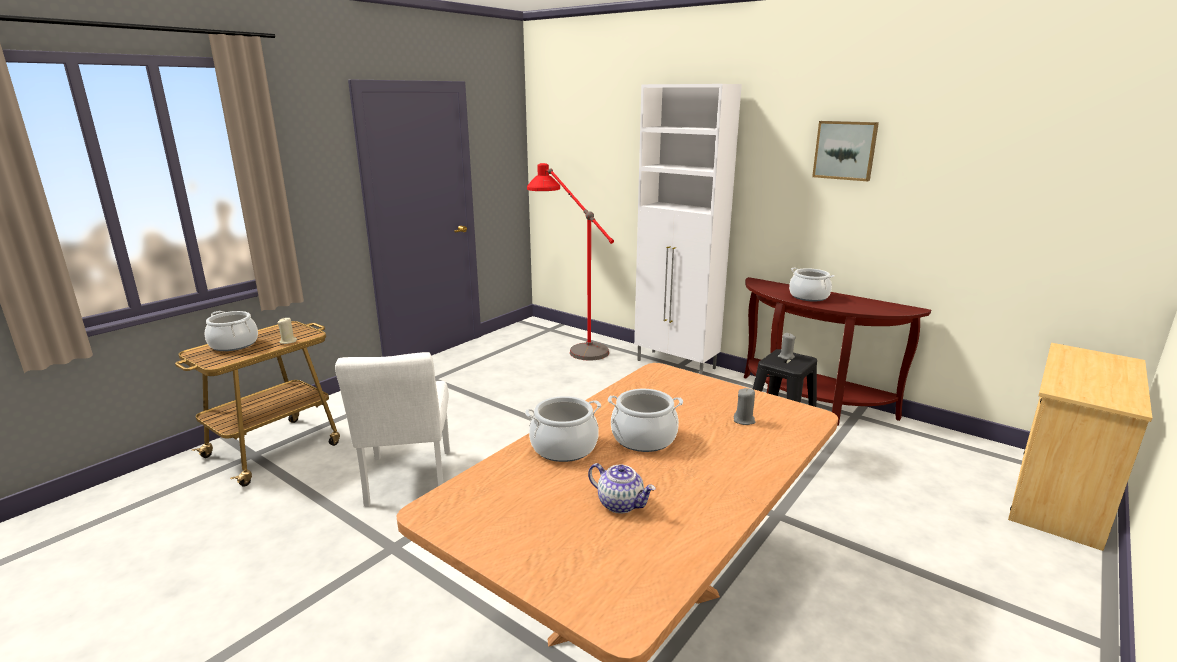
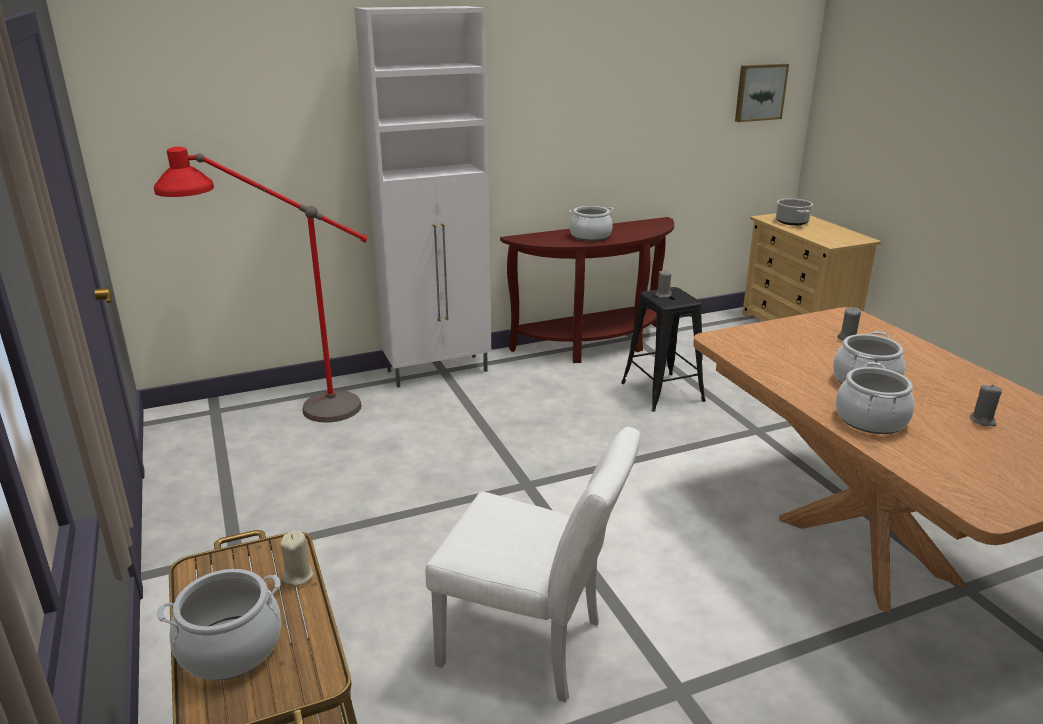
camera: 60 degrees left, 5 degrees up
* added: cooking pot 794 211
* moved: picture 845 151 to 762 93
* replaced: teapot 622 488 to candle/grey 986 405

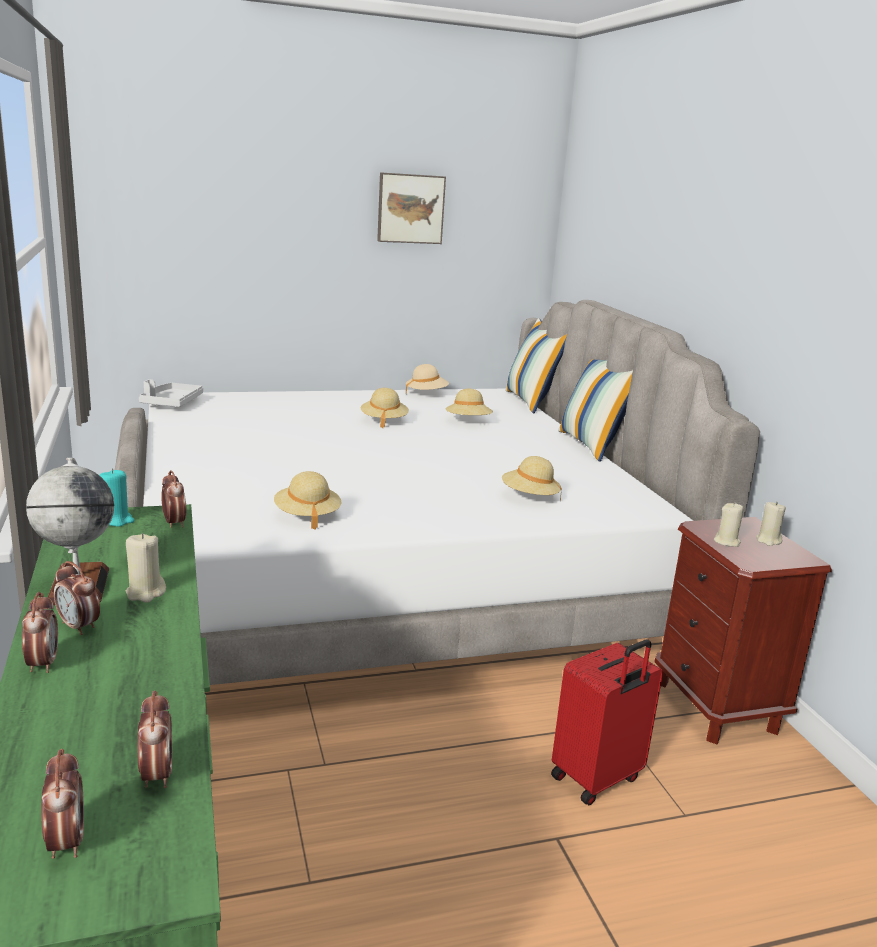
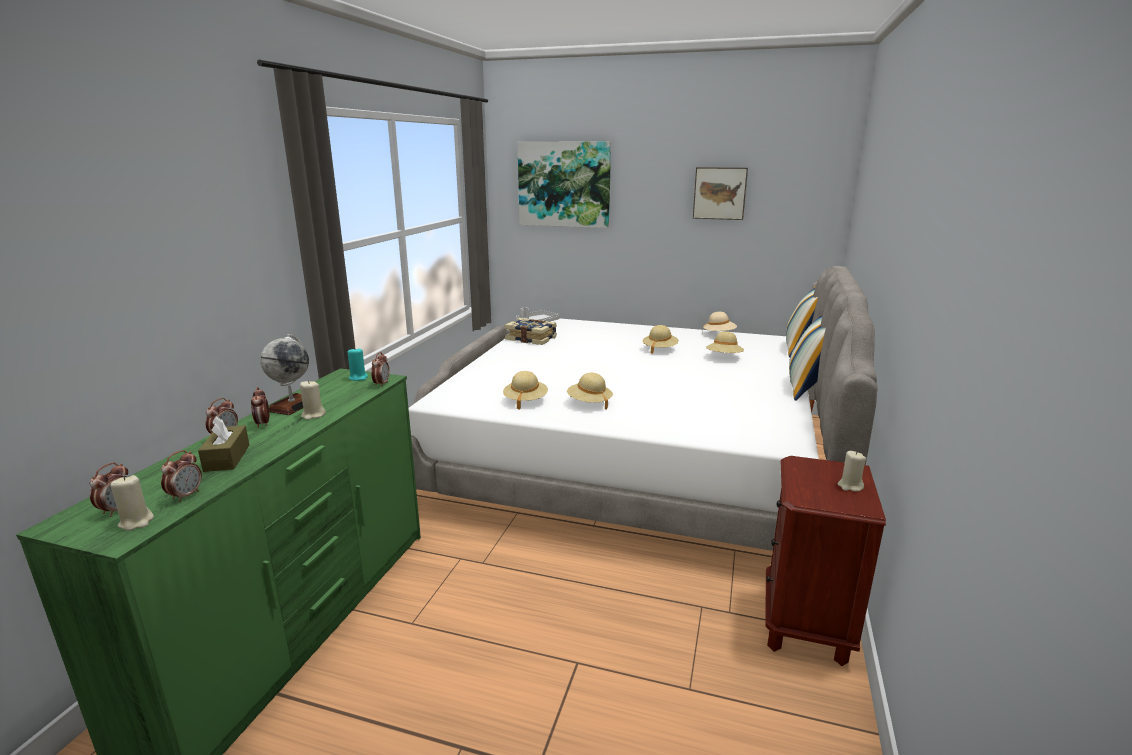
camera: 35 degrees right, 0 degrees up
* removed: suitcase/red 607 722
* added: tissue box/brown 223 444
* added: book 531 331
* added: picture 564 184
* moved: hat/beige 532 478 to 590 391
* moved: candle/beige 729 524 to 132 503

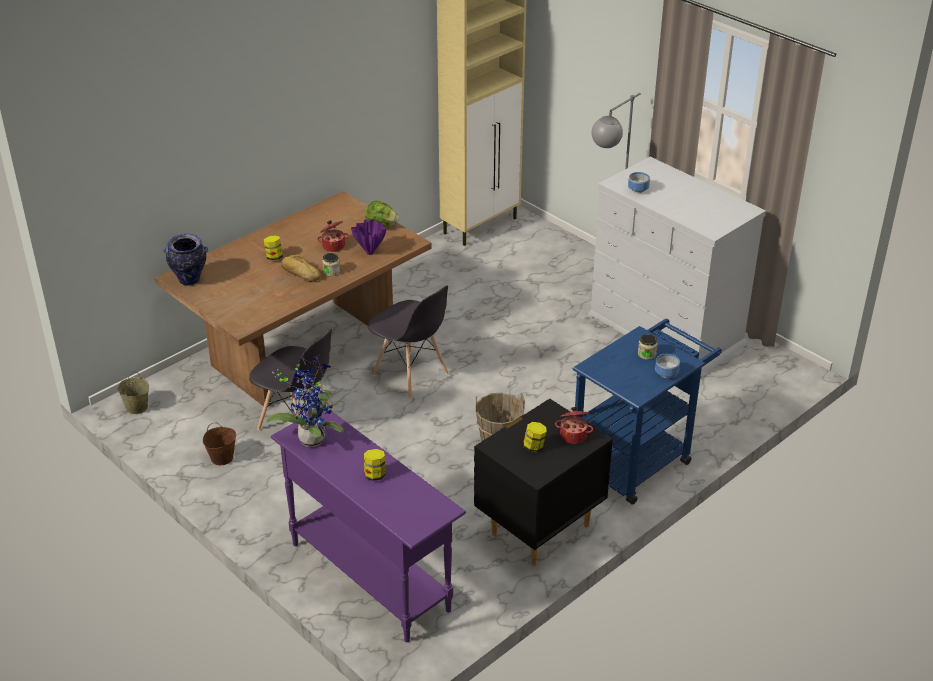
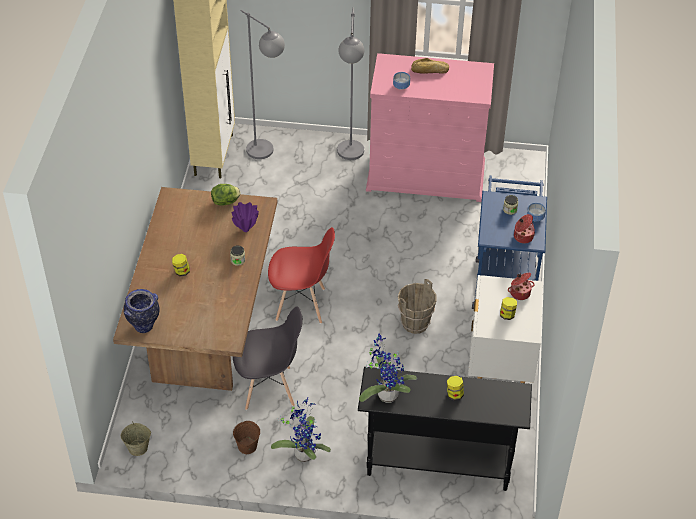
camera: 40 degrees left, 10 degrees up
* added: floor lamp/grey 262 84
* added: potted plant 301 430
* moved: bread 301 268 to 430 66
* moved: cooking pot 333 236 to 524 228
* recoloured: console table/purple 368 526 to console table/black 445 429
* recoloured: chair/grey 408 342 to chair/red 301 275
* recoloured: nightstand/black 543 482 to nightstand/white 505 329
* recoloured: dresser/white 677 268 to dresser/pink 430 127

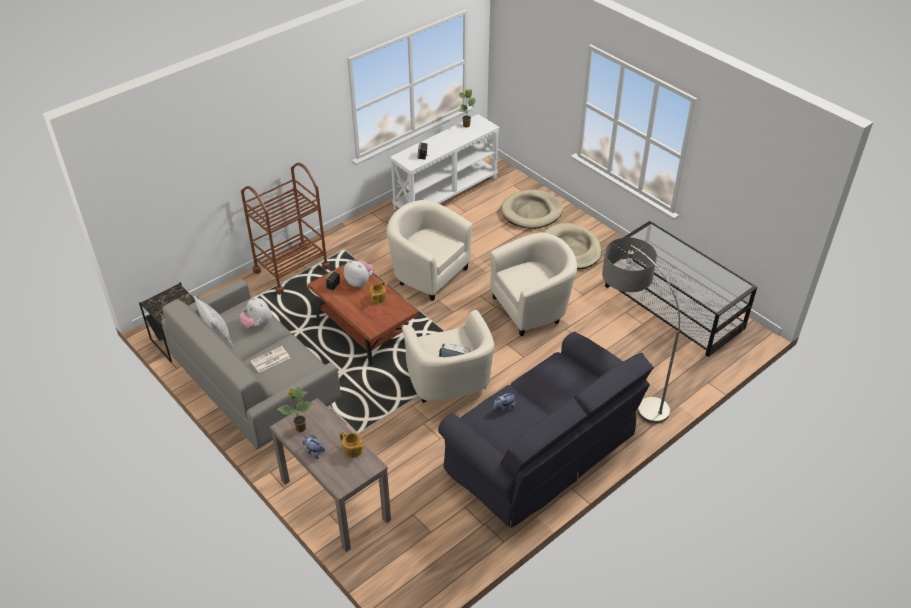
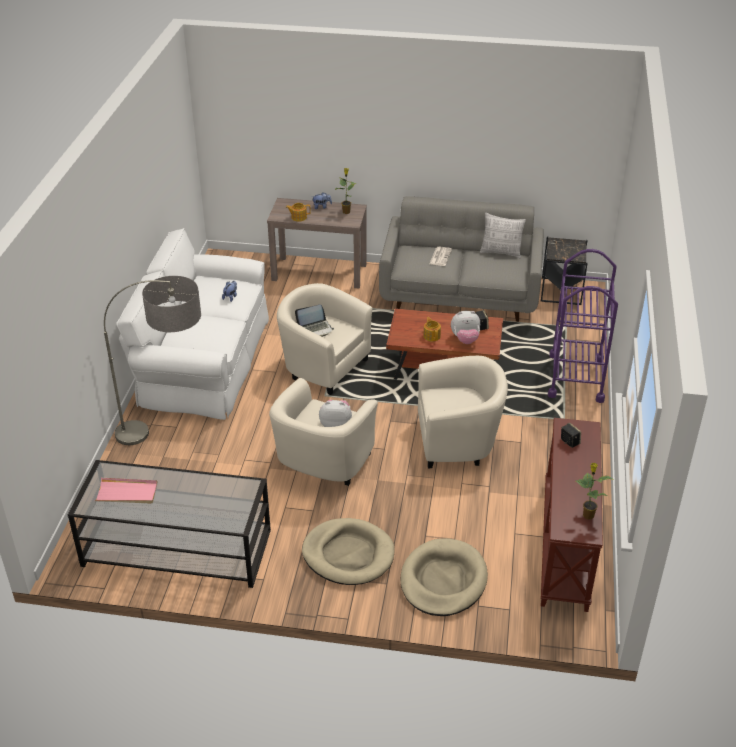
camera: 140 degrees right, 5 degrees down
* added: tray/pink 126 491
* moved: plush toy 255 313 to 335 413
* recoloured: cart/brown 285 229 to cart/purple 583 326
* recoloured: console table/white 445 162 to console table/brown 572 515
* recoloured: sofa/black 546 430 to sofa/white 192 324

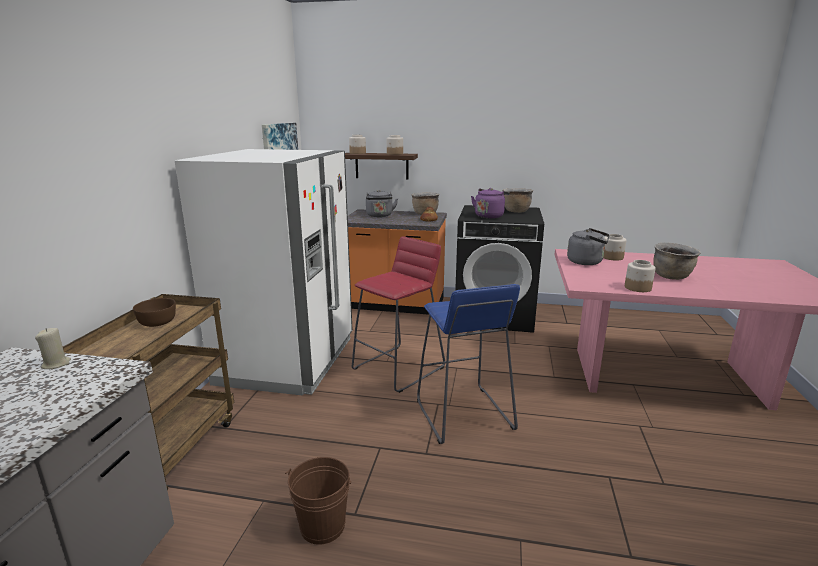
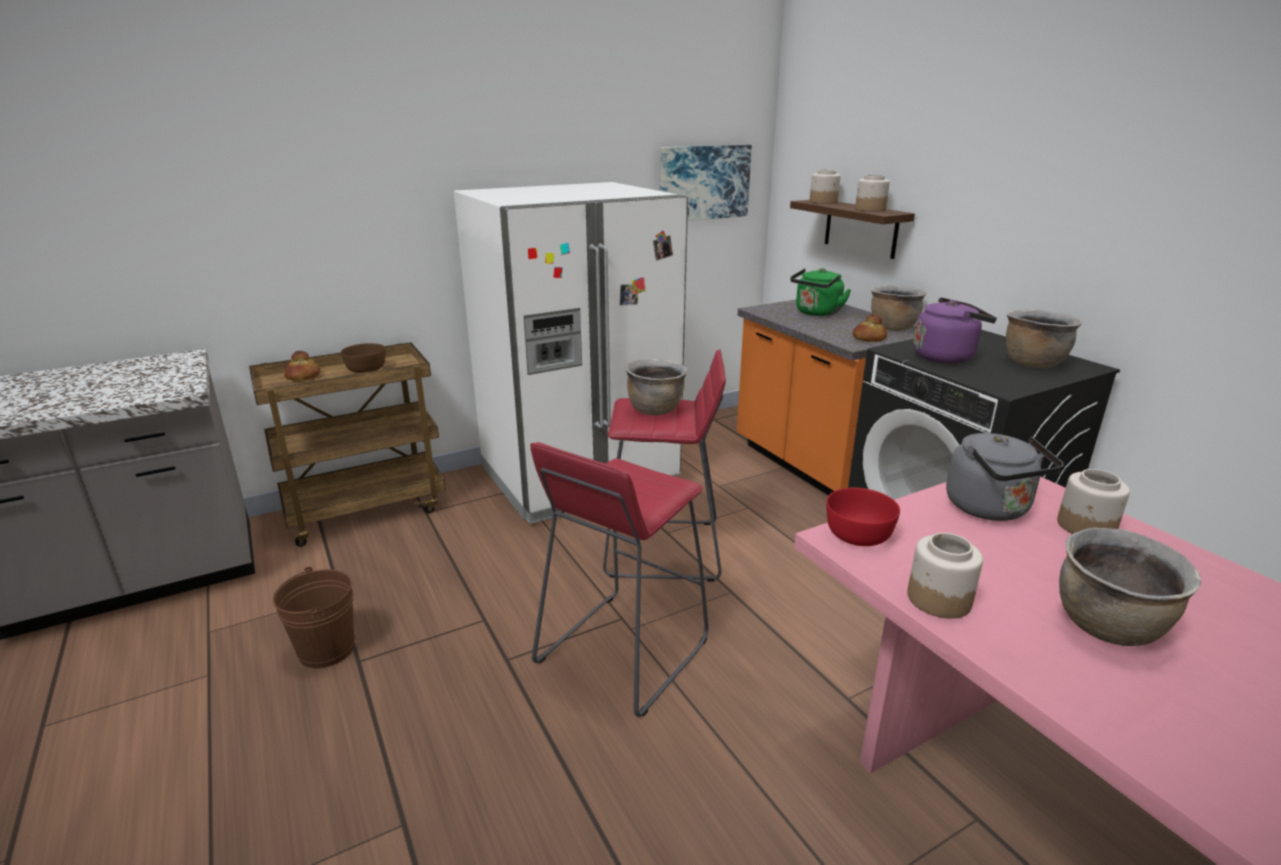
camera: 50 degrees right, 5 degrees up
* removed: candle/beige 53 348
* added: bread 302 366
* added: cooking pot/brown 656 387
* added: bowl/red 863 517
* recoloured: kettle/grey 382 203 to kettle/green 820 292
* recoloured: stool/blue 468 364 to stool/red 619 579

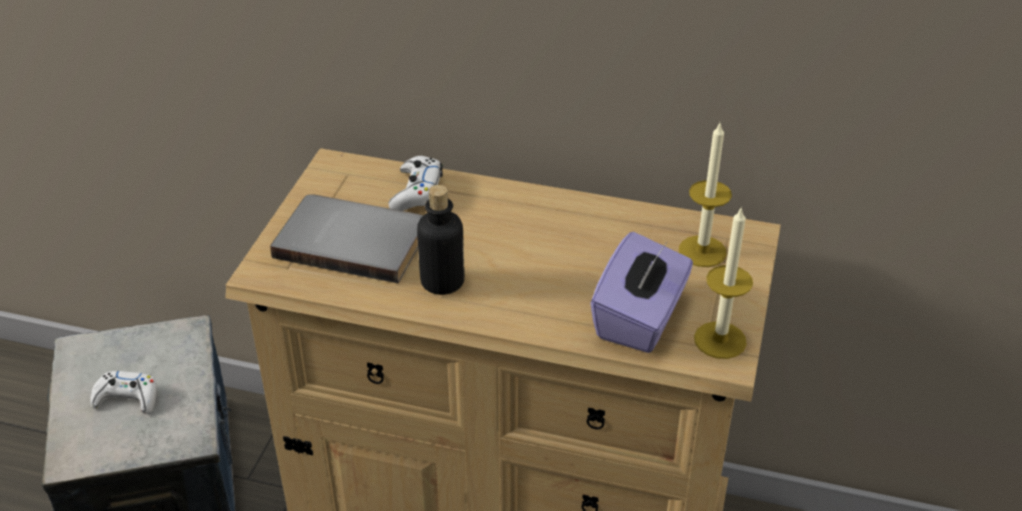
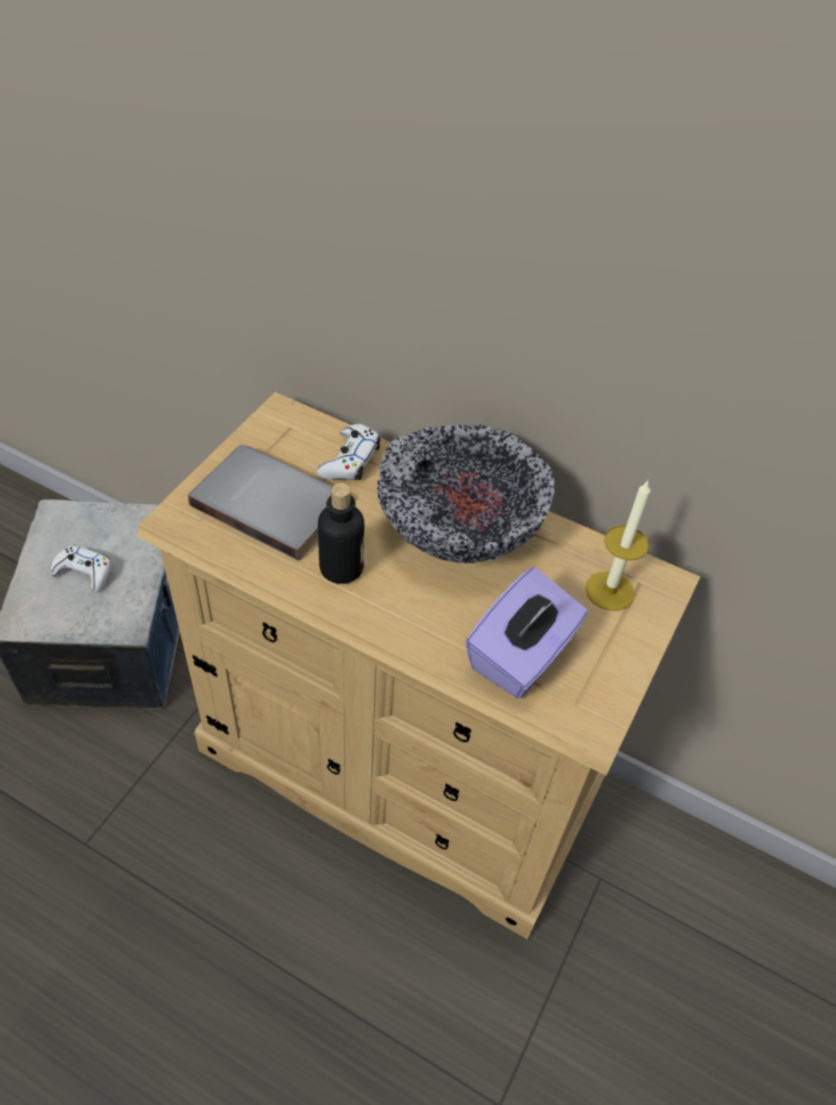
camera: 10 degrees right, 10 degrees up
* removed: candle 723 282
* added: bowl 466 494

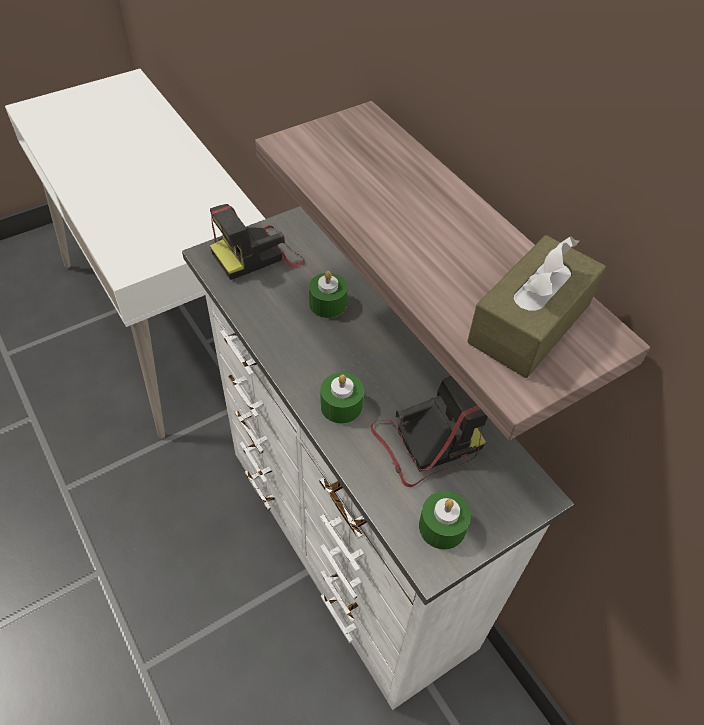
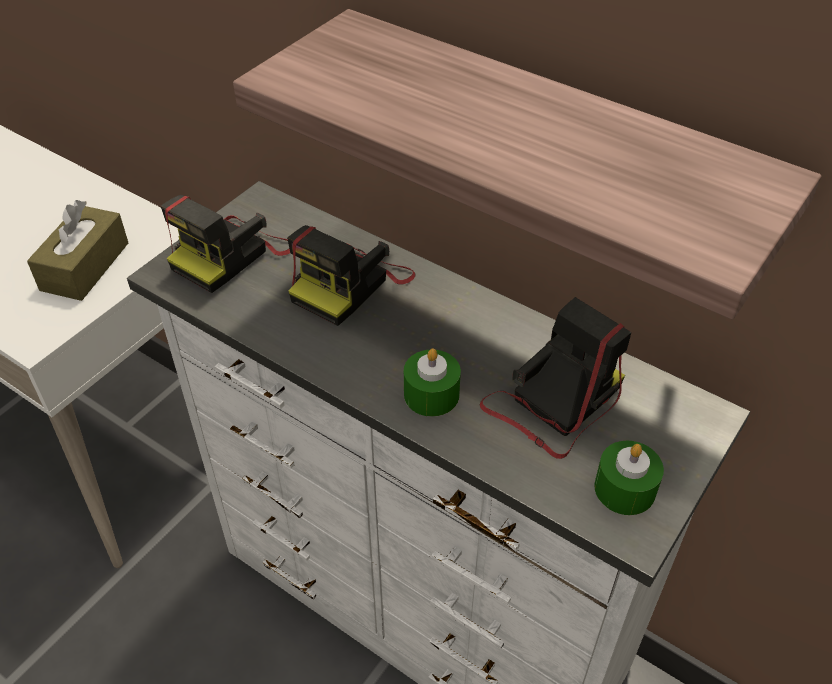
camera: 20 degrees left, 5 degrees down
* moved: tissue box/brown 536 306 to 77 250
* replaced: candle/green 328 294 to photo camera 351 275

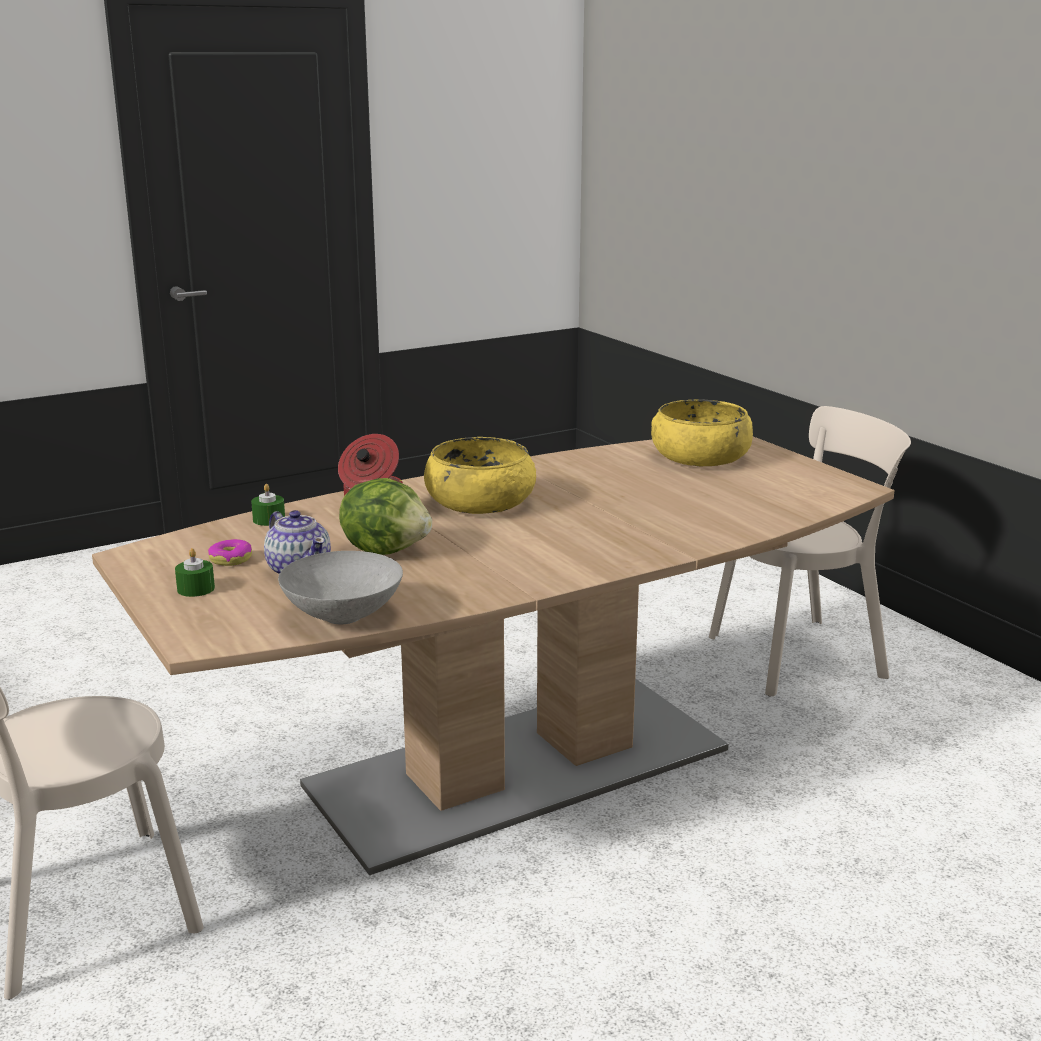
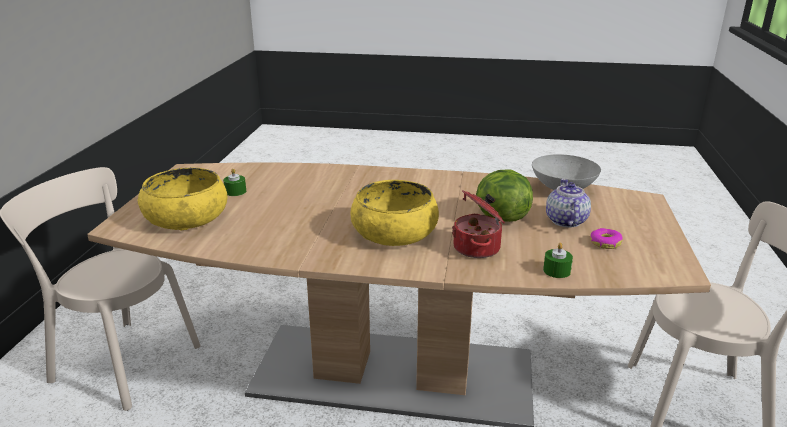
camera: 140 degrees left, 5 degrees up
* moved: candle/green 195 572 to 234 182

